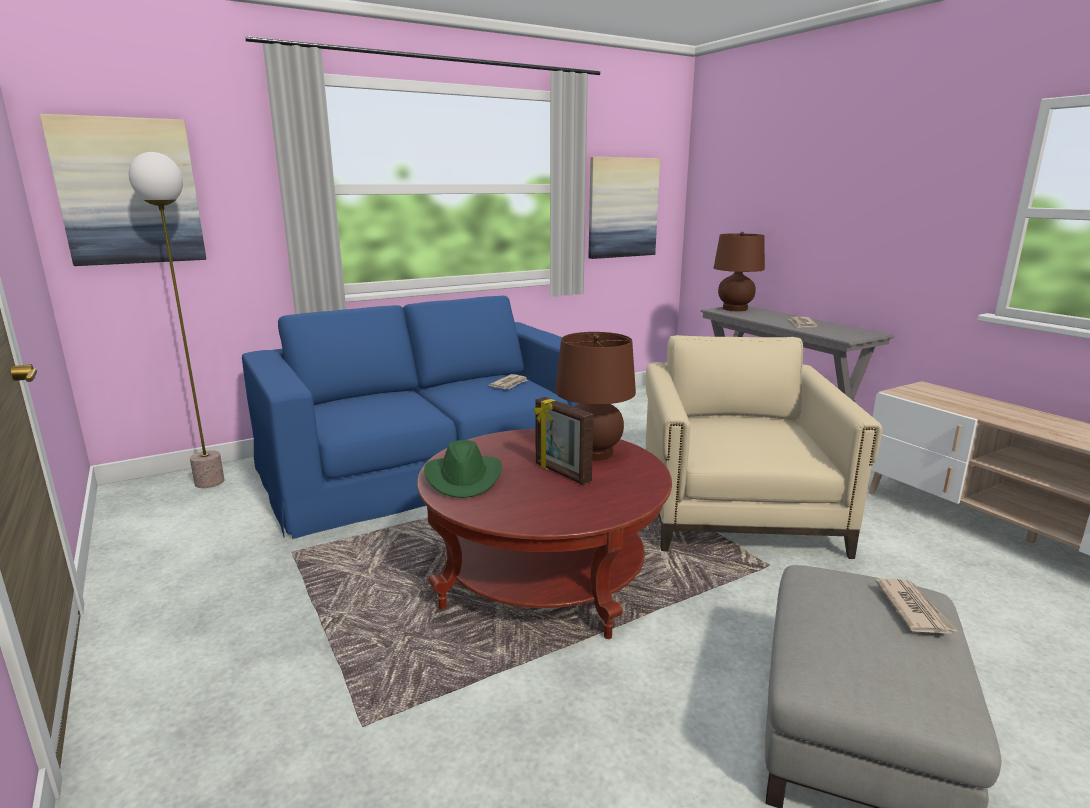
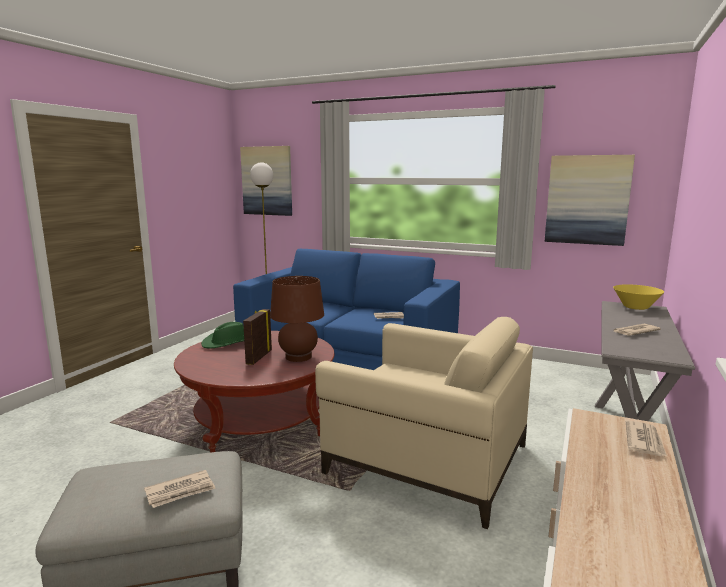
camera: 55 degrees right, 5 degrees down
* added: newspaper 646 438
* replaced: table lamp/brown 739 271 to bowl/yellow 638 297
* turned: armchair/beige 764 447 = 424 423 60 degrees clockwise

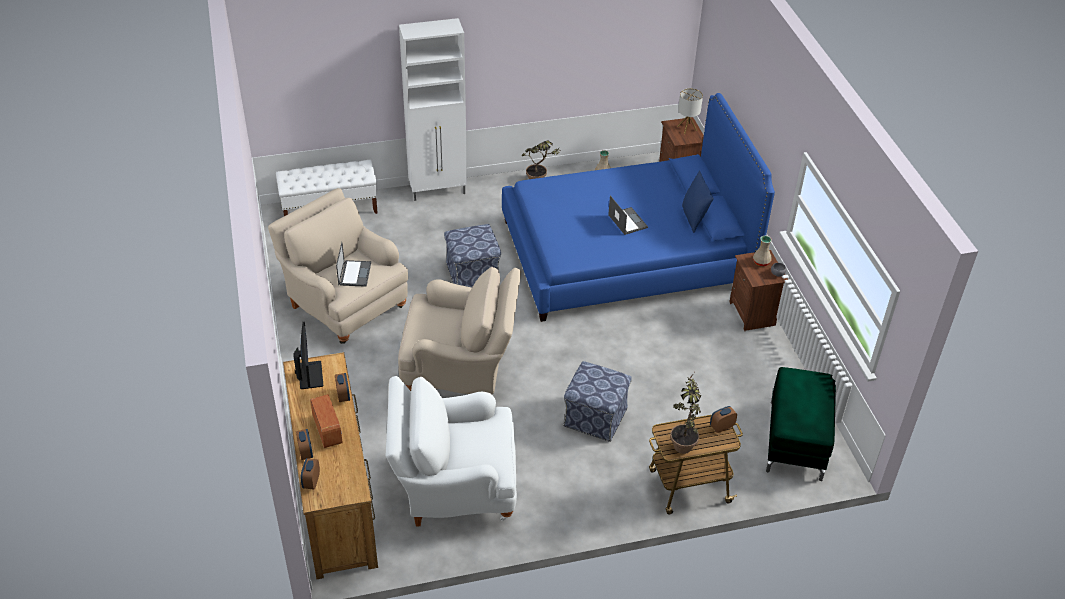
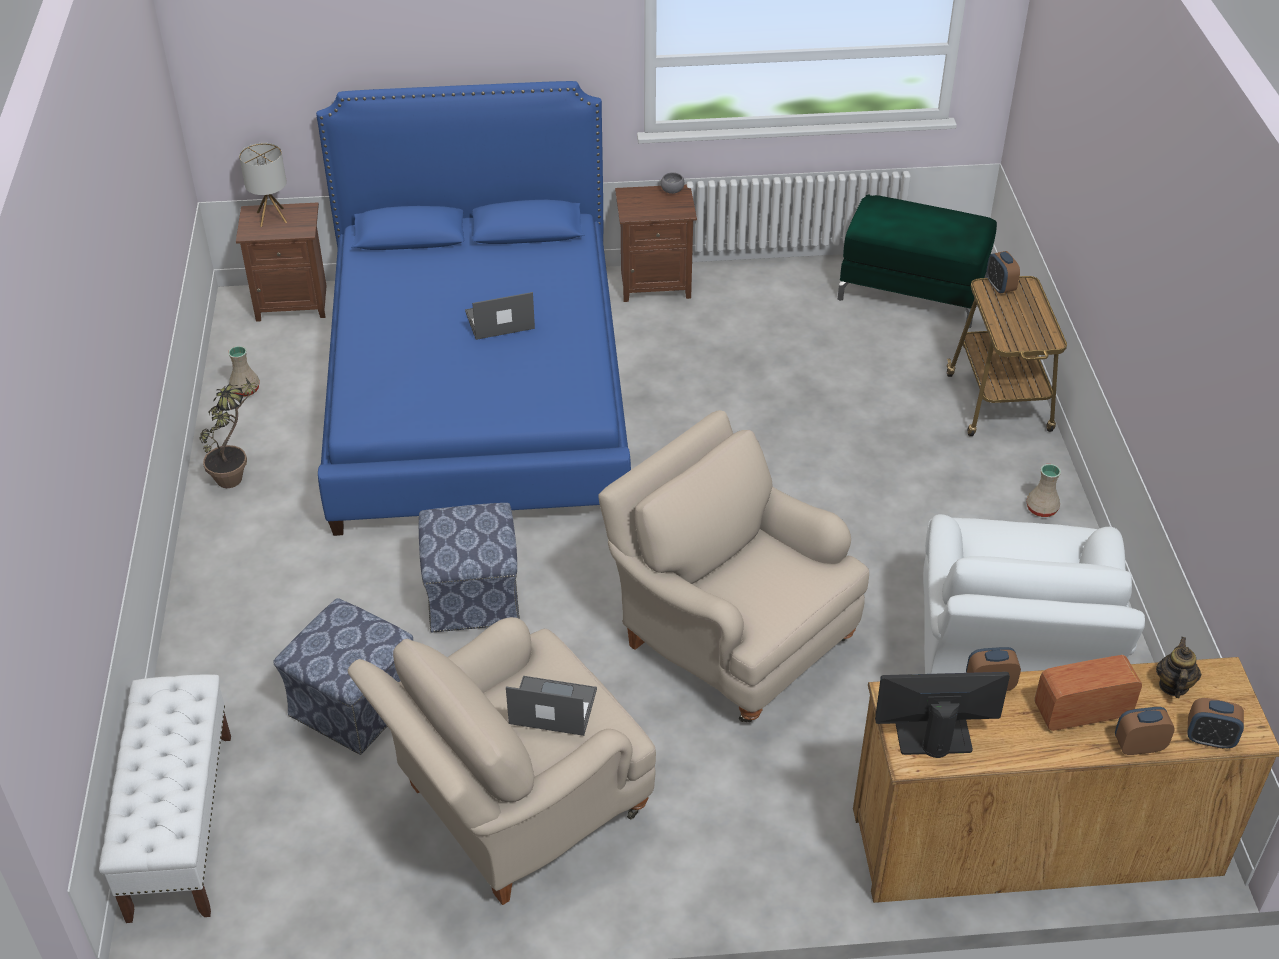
camera: 80 degrees left, 0 degrees up
* removed: cabinet/white 433 109
* removed: potted plant 685 413
* removed: pillow/blue 698 202
* added: teapot 1178 667
* moved: ottoman 597 401 to 343 676
* moved: vase/beige 762 251 to 1044 490
* turned: armchair/beige 459 330 = 733 566 60 degrees counterclockwise

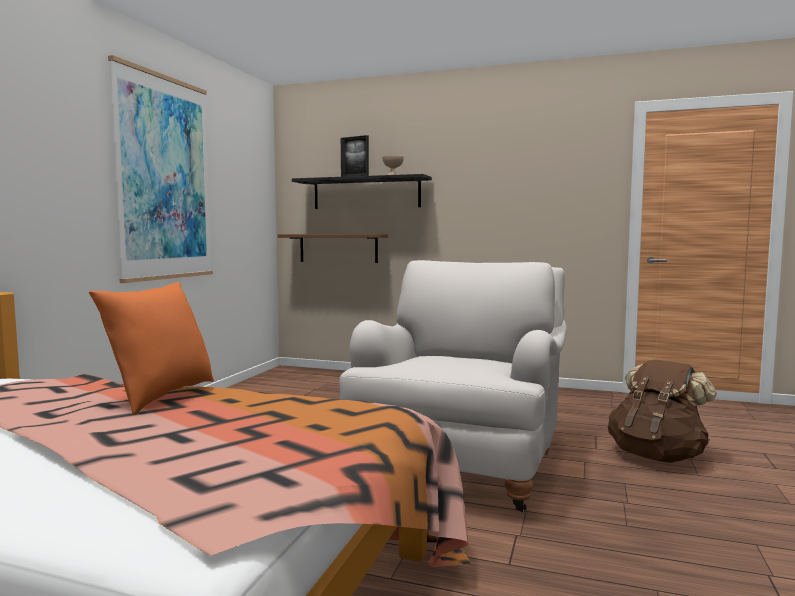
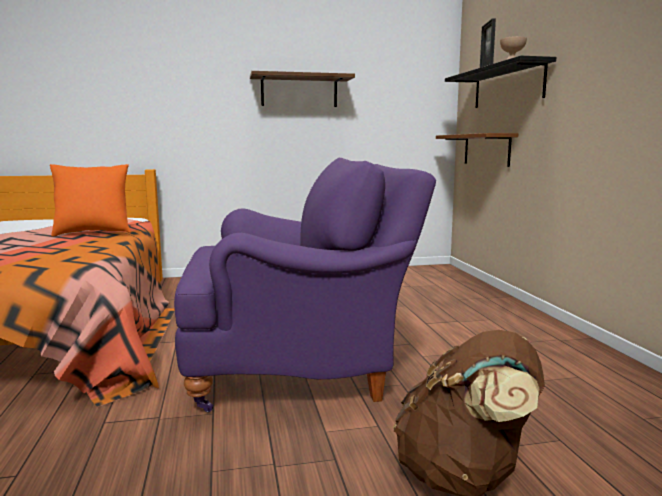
camera: 60 degrees right, 5 degrees up
* replaced: picture 160 169 to shelf 302 89
* recoloured: armchair/white 453 386 to armchair/purple 305 285

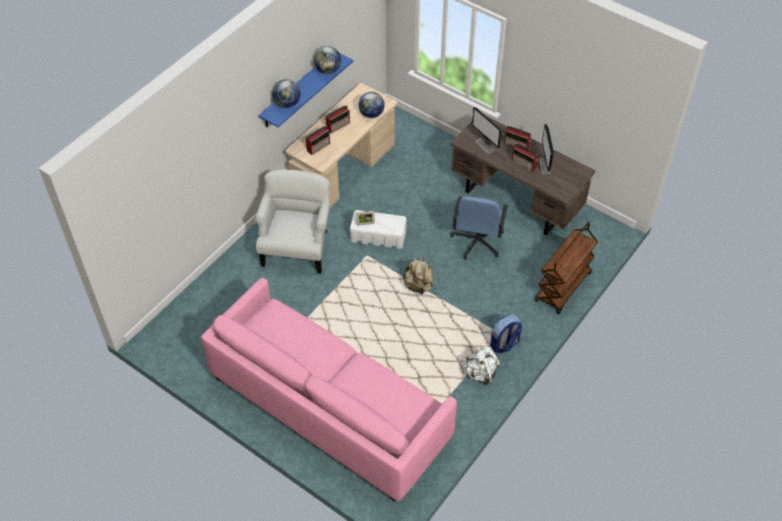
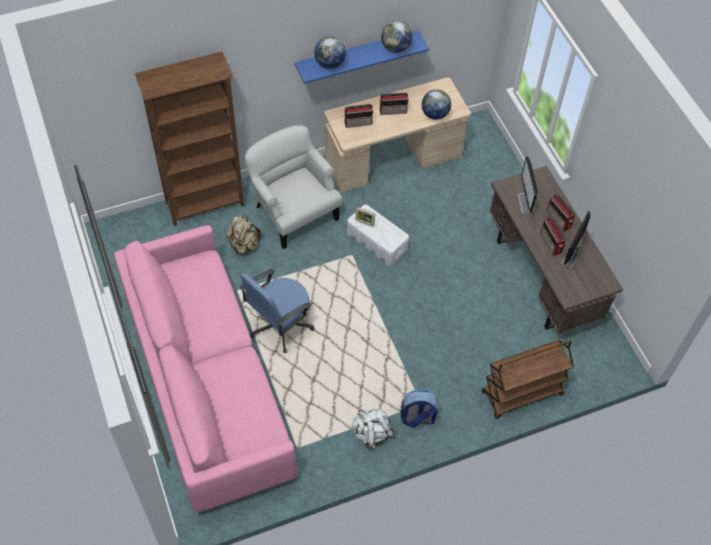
camera: 30 degrees right, 5 degrees up
* added: bookcase/brown 189 138
* moved: backpack/beige 418 275 to 243 235
* moved: office chair/blue 479 228 to 277 311
* turned: armchair/white 292 222 = 293 187 75 degrees counterclockwise

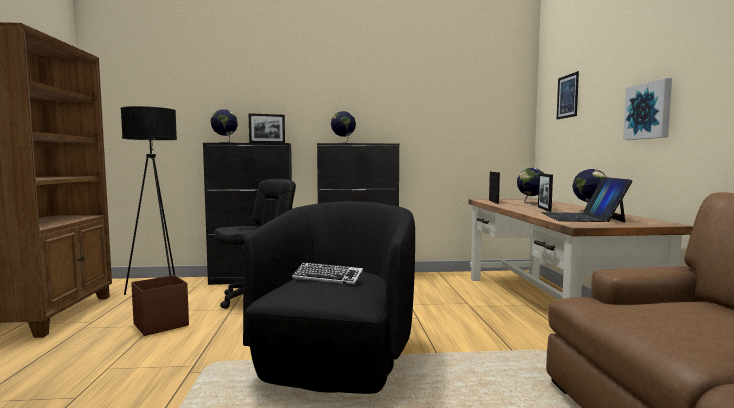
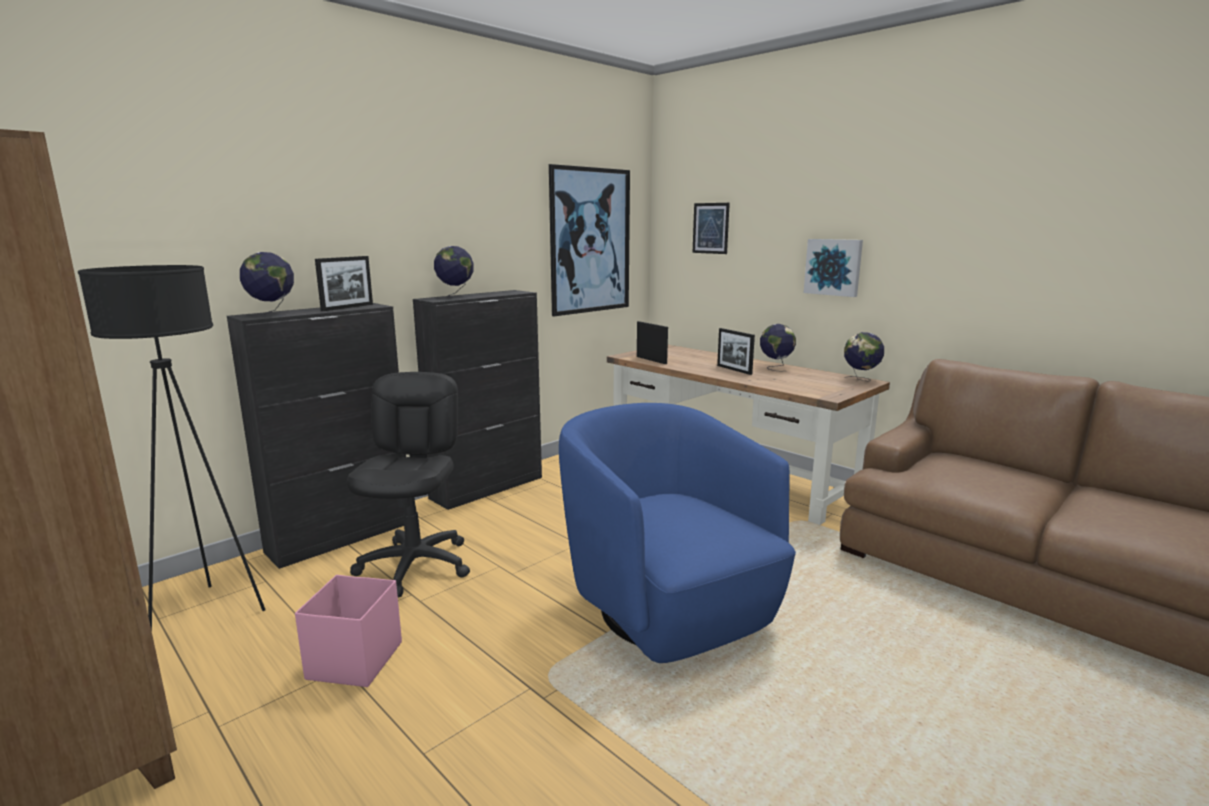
camera: 40 degrees left, 10 degrees up
* removed: keyboard 327 273
* removed: laptop 586 199
* added: picture 589 240
* moved: globe 530 186 to 864 357
* recoloured: storage box/brown 160 305 to storage box/pink 348 631
* recoloured: armchair/black 329 297 to armchair/blue 677 533

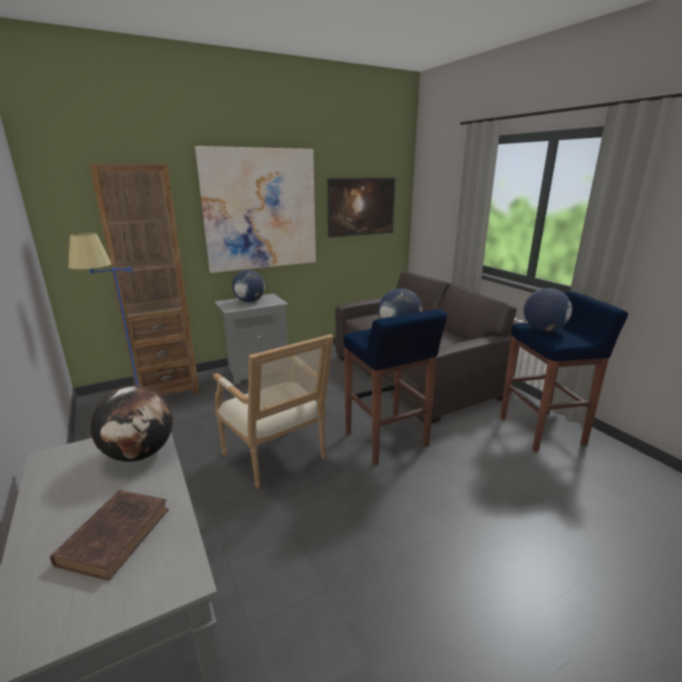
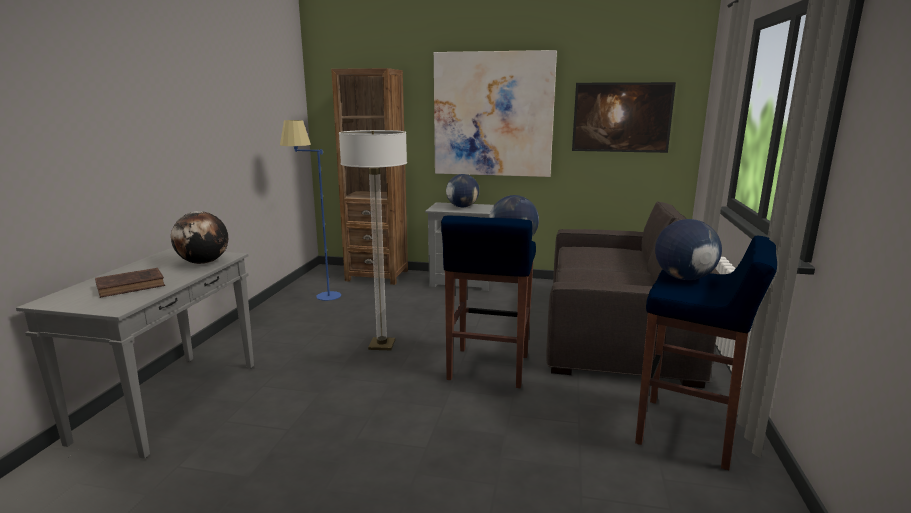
camera: 40 degrees right, 5 degrees down
* replaced: armchair 273 411 to floor lamp 373 240

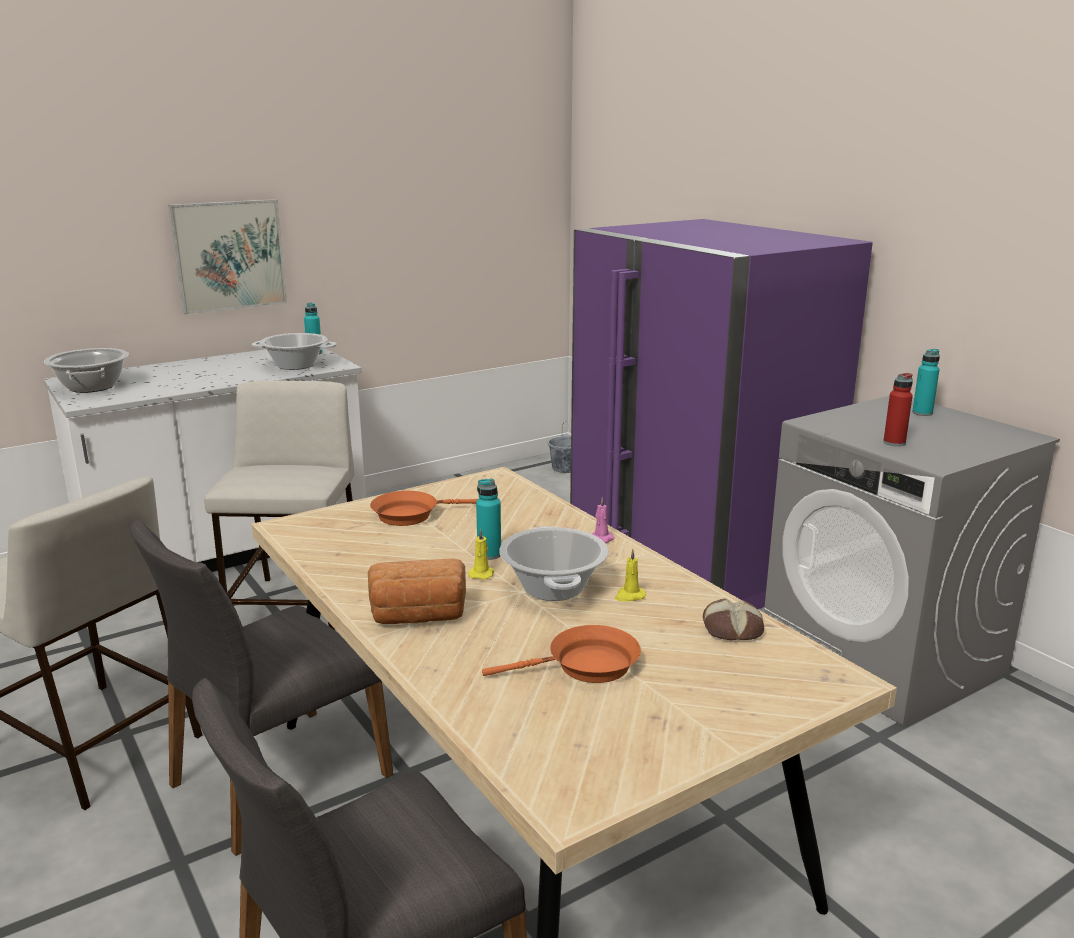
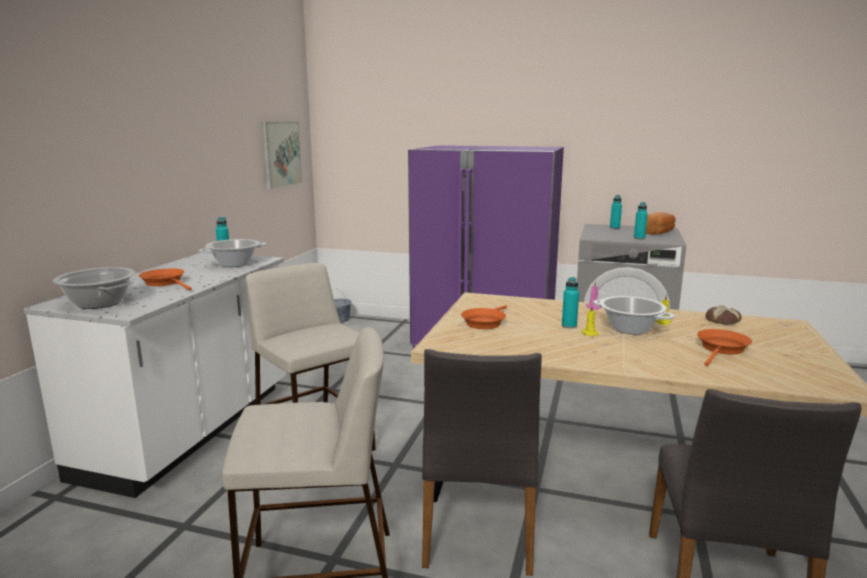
camera: 40 degrees left, 5 degrees down
* added: frying pan/orange 165 279
* moved: picture 227 256 to 282 155
* moved: bread 417 591 to 661 223
* recoloured: bottle/red 898 409 to bottle/turquoise 641 220

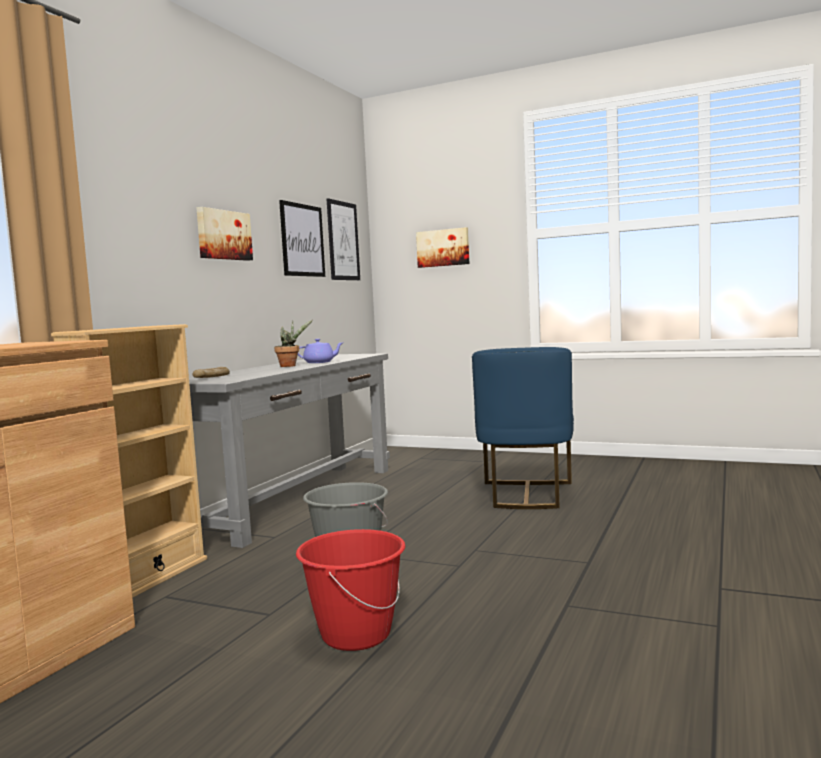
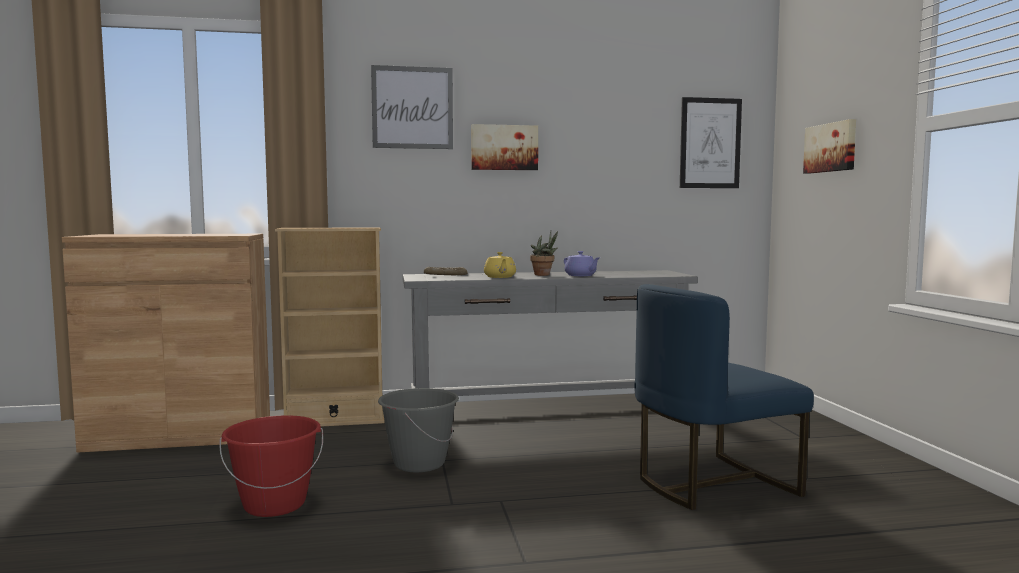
camera: 55 degrees right, 0 degrees up
* added: teapot/yellow 500 265
* moved: picture 302 238 to 412 107

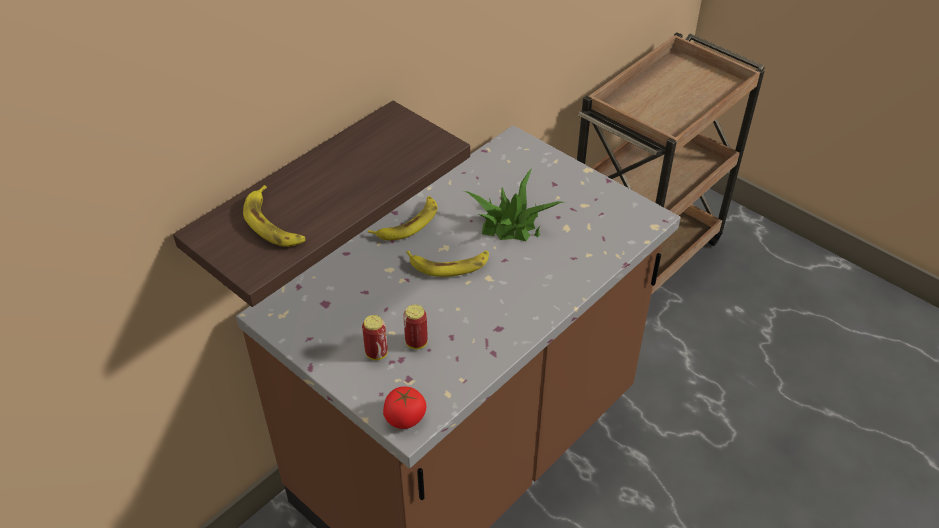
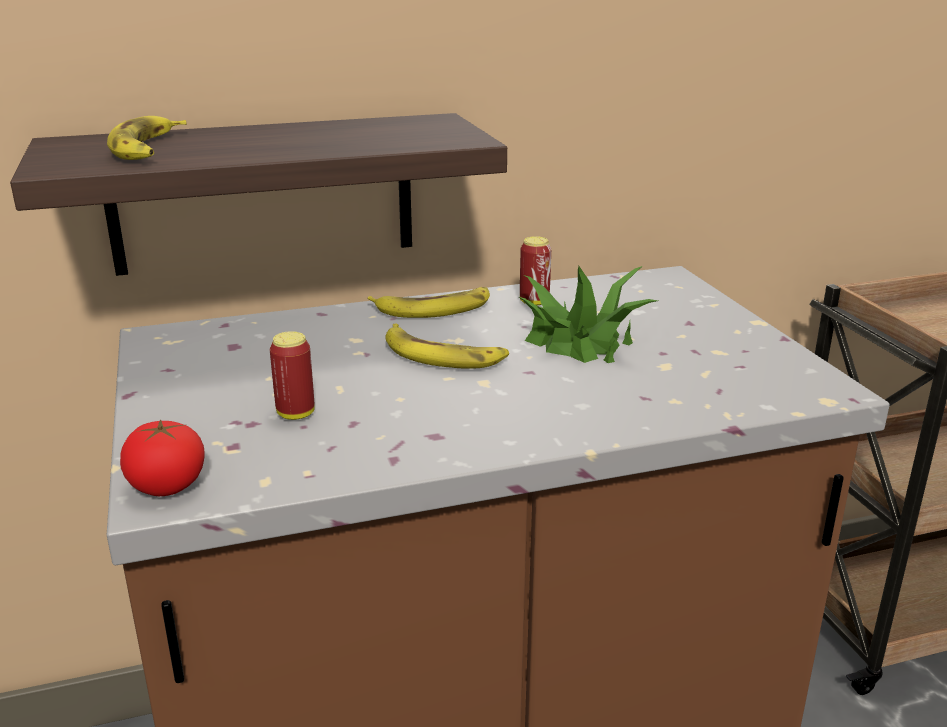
camera: 30 degrees right, 20 degrees down
* moved: can 375 337 to 535 271

